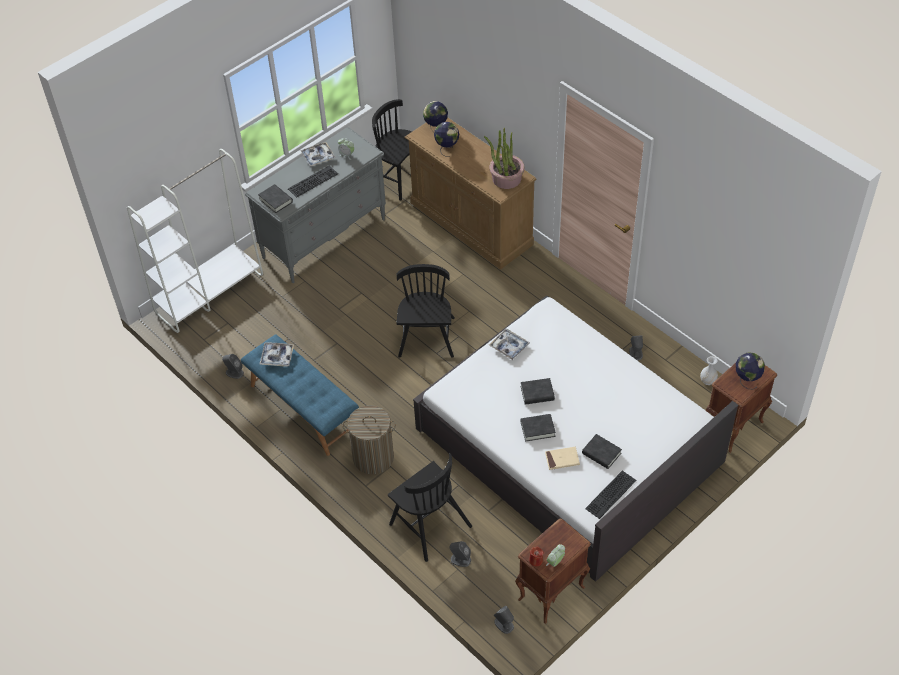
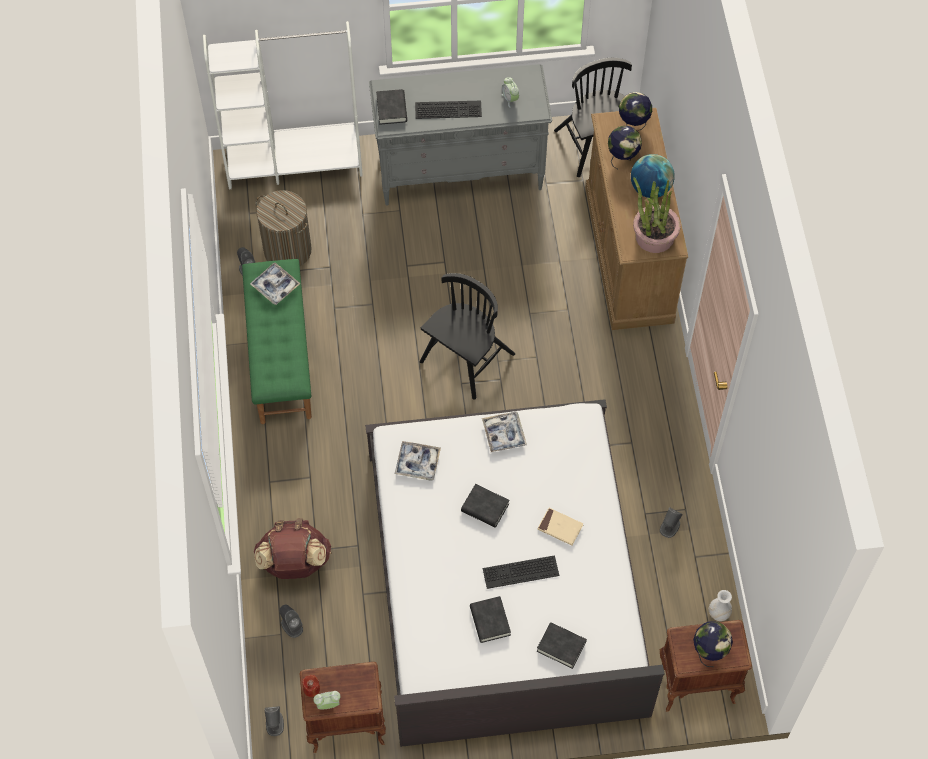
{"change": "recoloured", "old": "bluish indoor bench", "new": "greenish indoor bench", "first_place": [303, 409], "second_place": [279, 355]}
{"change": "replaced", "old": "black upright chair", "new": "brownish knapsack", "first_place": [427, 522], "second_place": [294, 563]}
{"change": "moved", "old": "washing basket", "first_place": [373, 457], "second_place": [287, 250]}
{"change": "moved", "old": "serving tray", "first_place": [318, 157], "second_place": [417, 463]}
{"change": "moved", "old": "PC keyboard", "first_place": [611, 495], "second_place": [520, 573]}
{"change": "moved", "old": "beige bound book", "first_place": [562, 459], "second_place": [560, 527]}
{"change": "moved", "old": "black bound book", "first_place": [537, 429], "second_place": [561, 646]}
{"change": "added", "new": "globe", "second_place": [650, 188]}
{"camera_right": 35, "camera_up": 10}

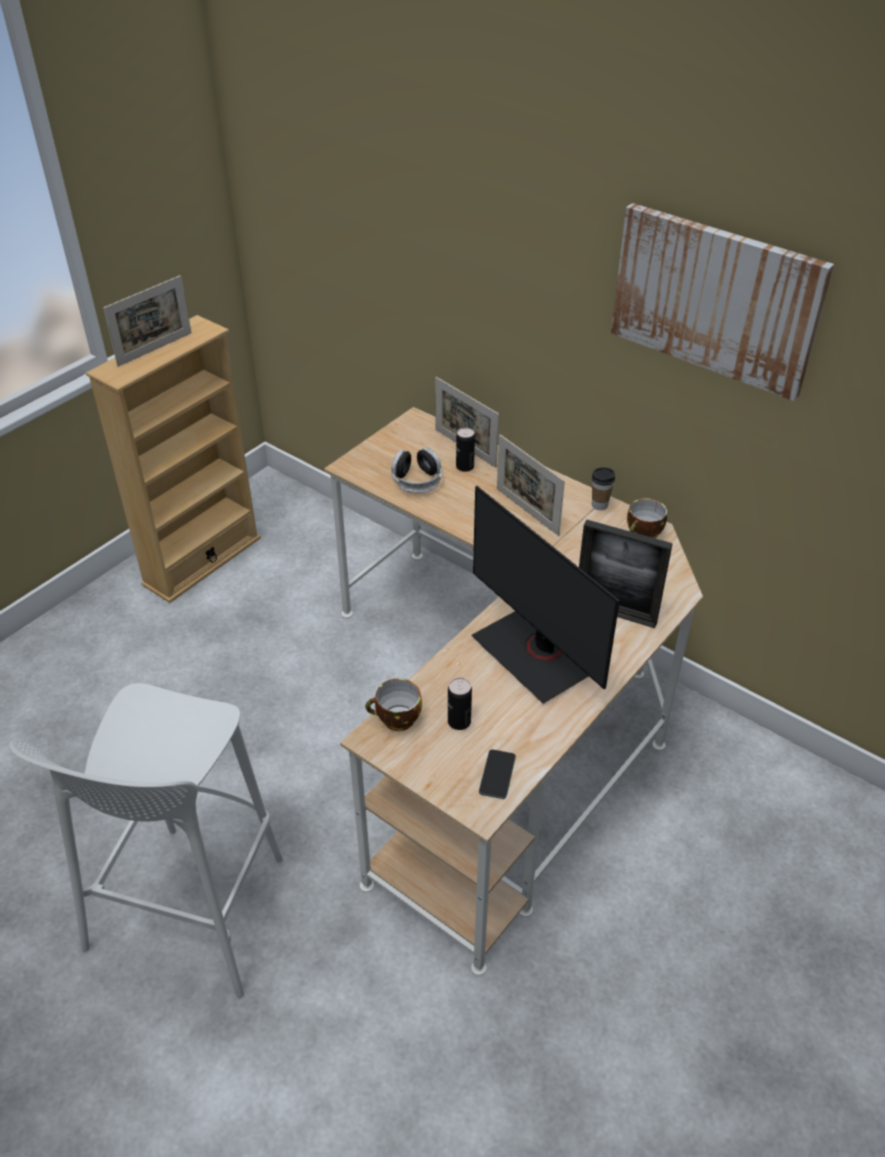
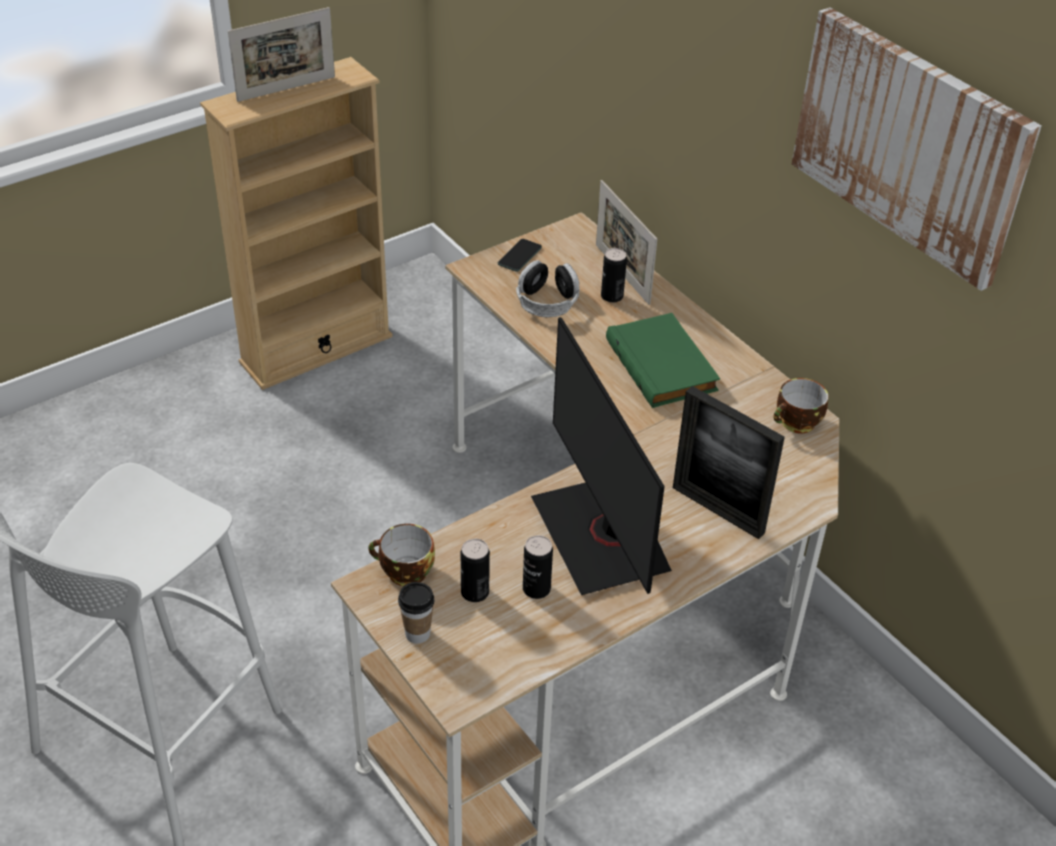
{"change": "moved", "old": "cup", "first_place": [599, 505], "second_place": [417, 633]}
{"change": "moved", "old": "handset", "first_place": [497, 774], "second_place": [519, 256]}
{"change": "added", "new": "metal can", "second_place": [536, 589]}
{"change": "replaced", "old": "photo frame", "new": "greenish bound book", "first_place": [527, 511], "second_place": [664, 365]}
{"camera_right": 15, "camera_up": 0}

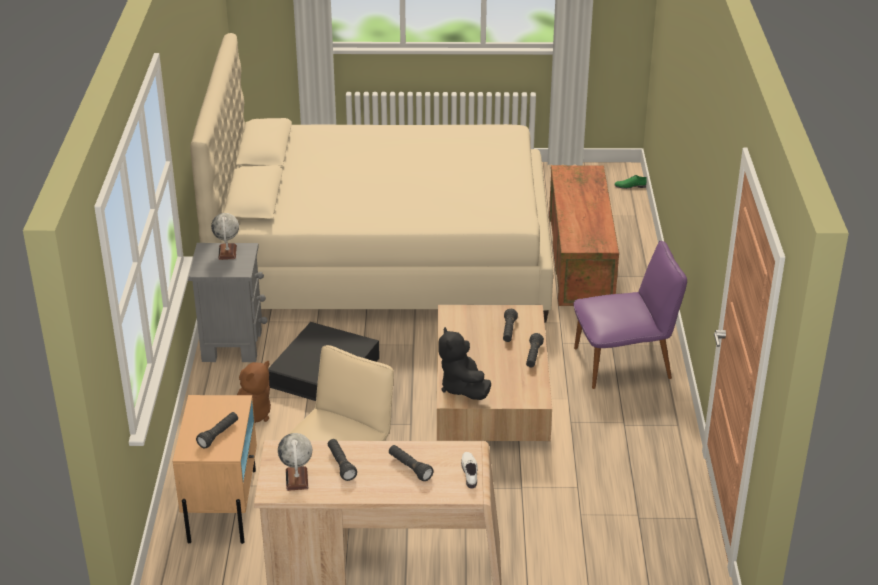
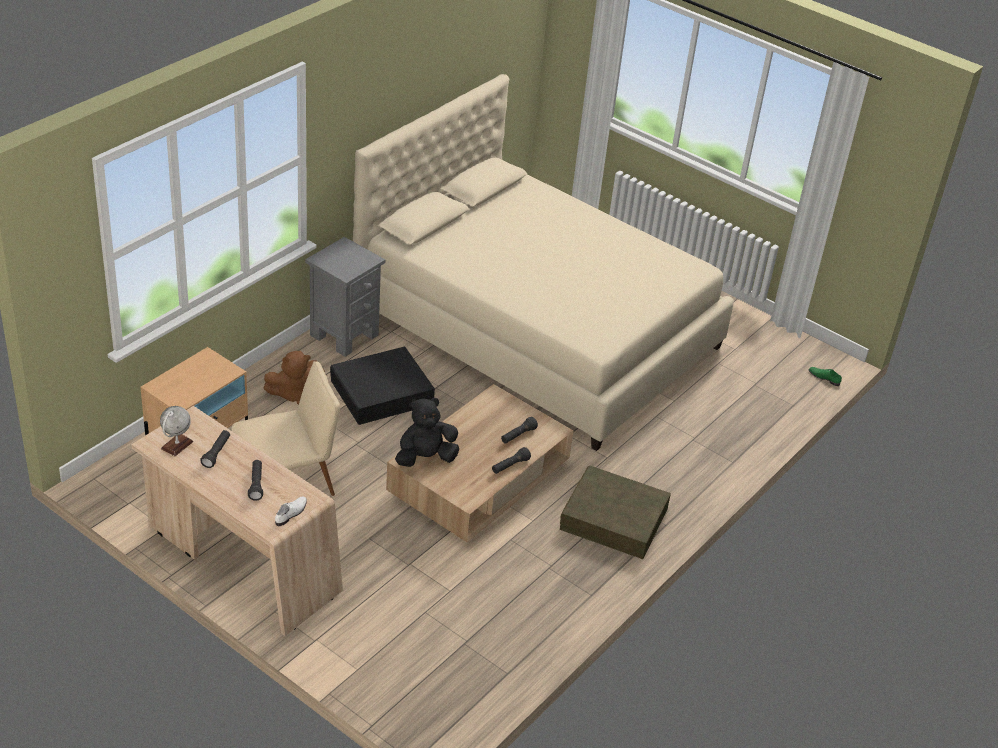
{"change": "turned", "old": "black plush toy", "first_place": [462, 388], "second_place": [425, 458], "degrees": 45}
{"change": "replaced", "old": "purplish upright chair", "new": "brownish storage container", "first_place": [622, 363], "second_place": [614, 519]}
{"change": "removed", "old": "black torch", "first_place": [218, 435]}
{"change": "removed", "old": "globe", "first_place": [227, 252]}
{"change": "removed", "old": "brownish indoor bench", "first_place": [578, 258]}
{"camera_right": 35, "camera_up": 5}

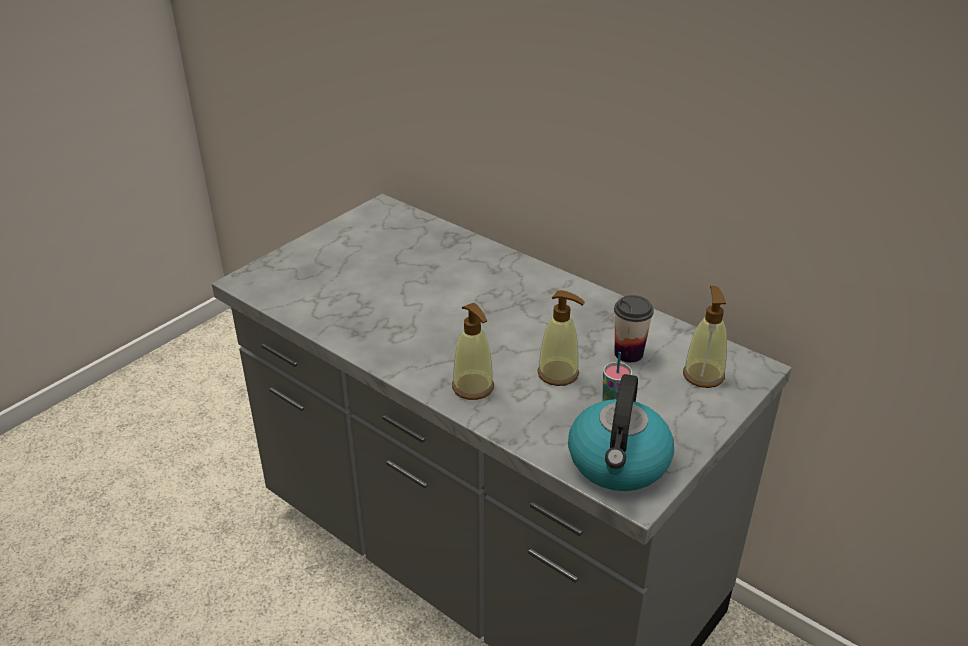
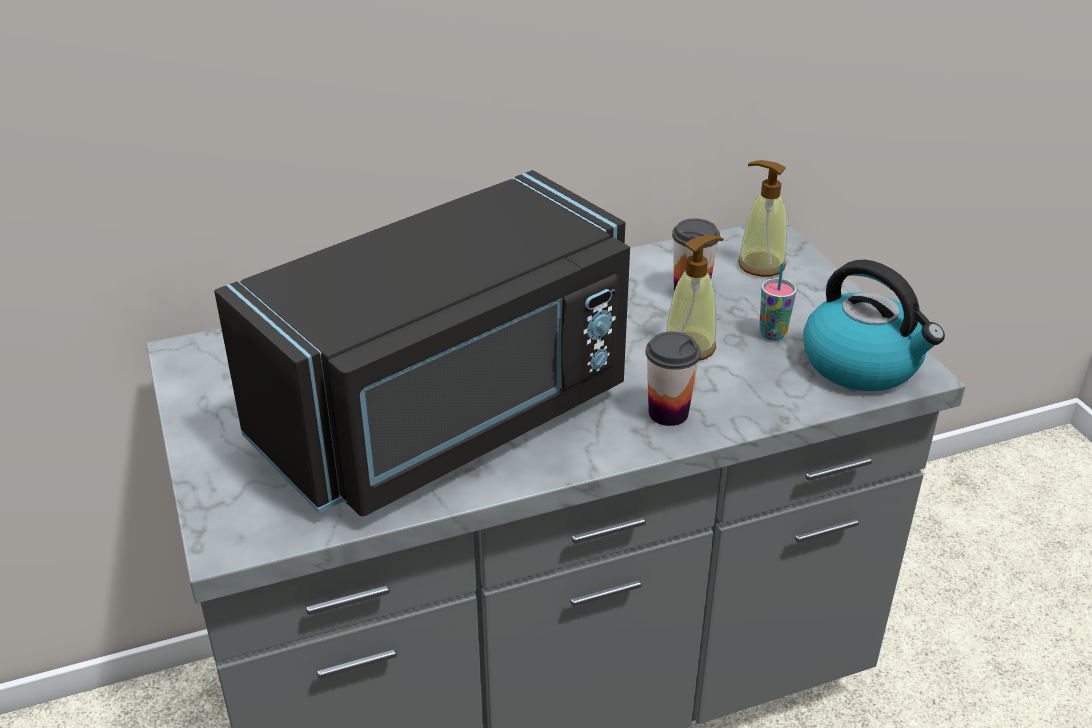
{"change": "added", "new": "black microwave", "second_place": [450, 417]}
{"change": "replaced", "old": "soap bottle", "new": "cup", "first_place": [473, 387], "second_place": [668, 413]}
{"camera_right": -60, "camera_up": 0}

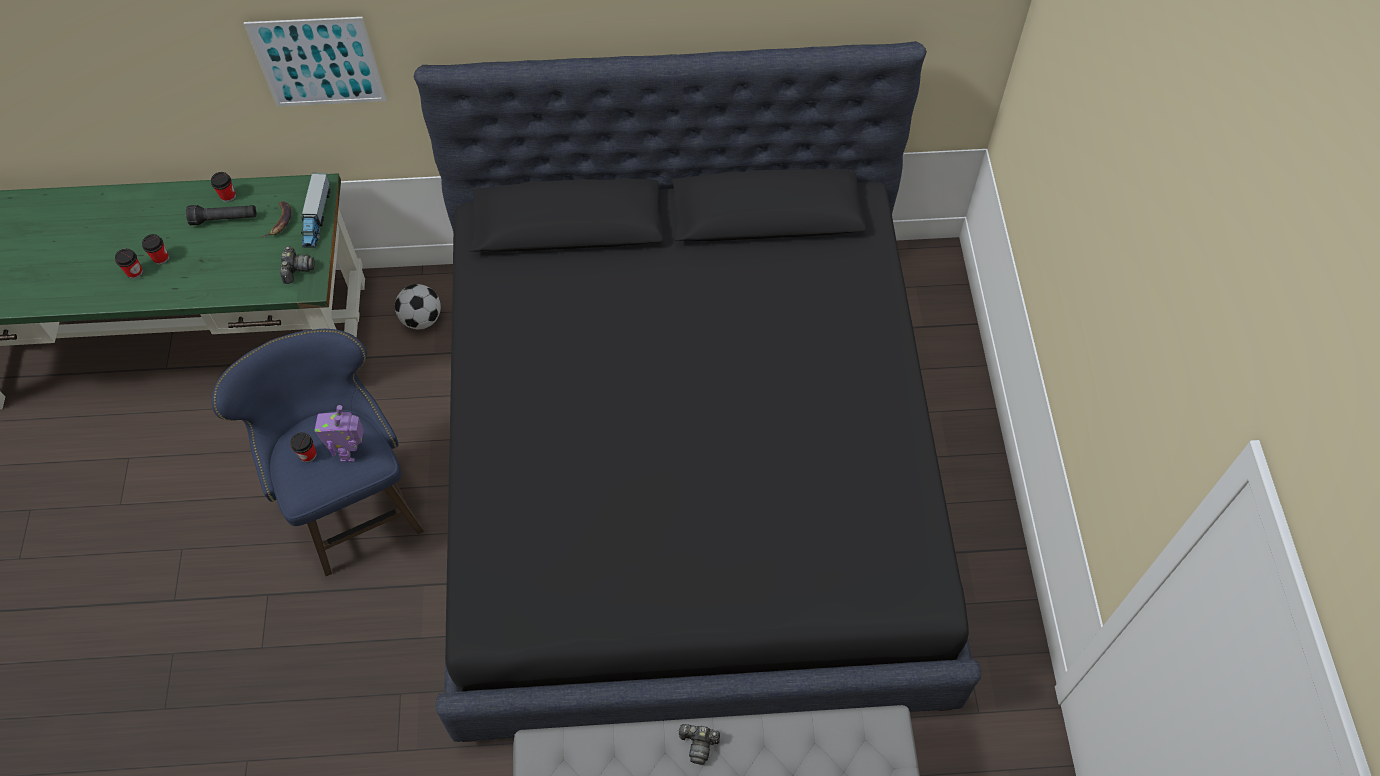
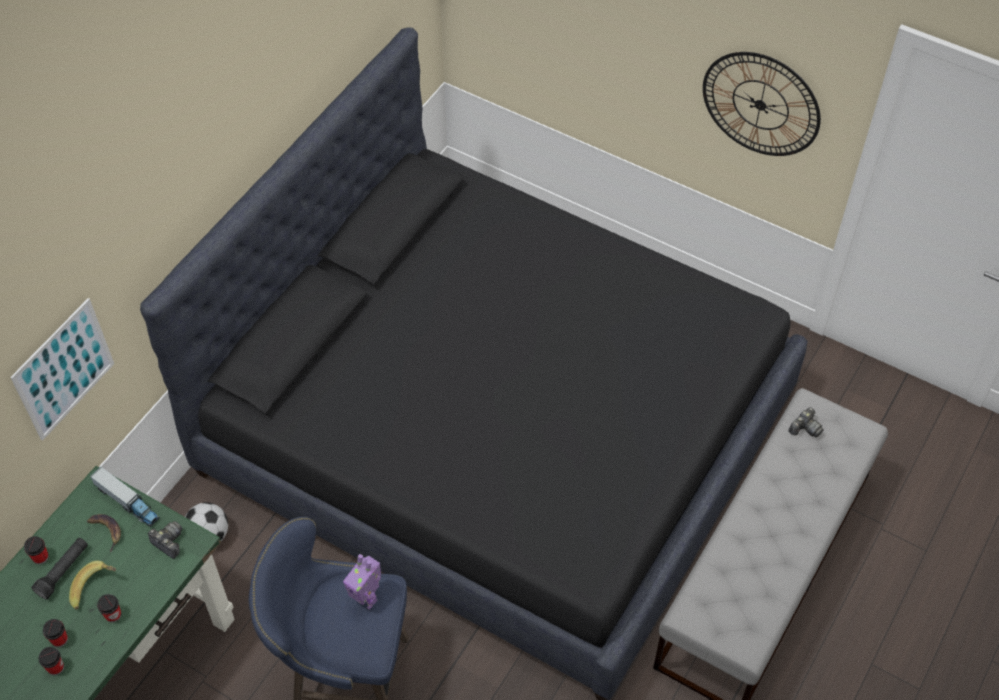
{"change": "added", "new": "banana", "second_place": [96, 589]}
{"change": "moved", "old": "cup", "first_place": [308, 455], "second_place": [113, 615]}
{"change": "added", "new": "clock on the wall", "second_place": [760, 104]}
{"change": "moved", "old": "still camera", "first_place": [698, 744], "second_place": [805, 428]}
{"camera_right": -55, "camera_up": -5}

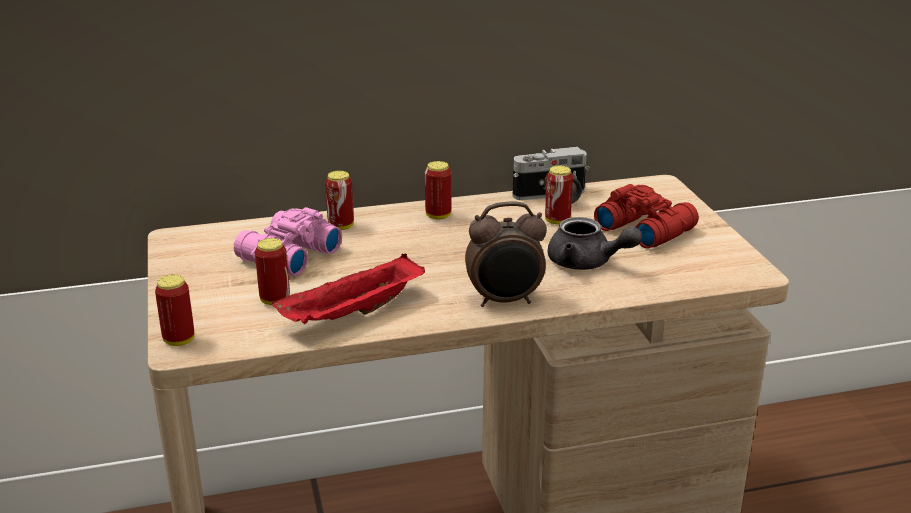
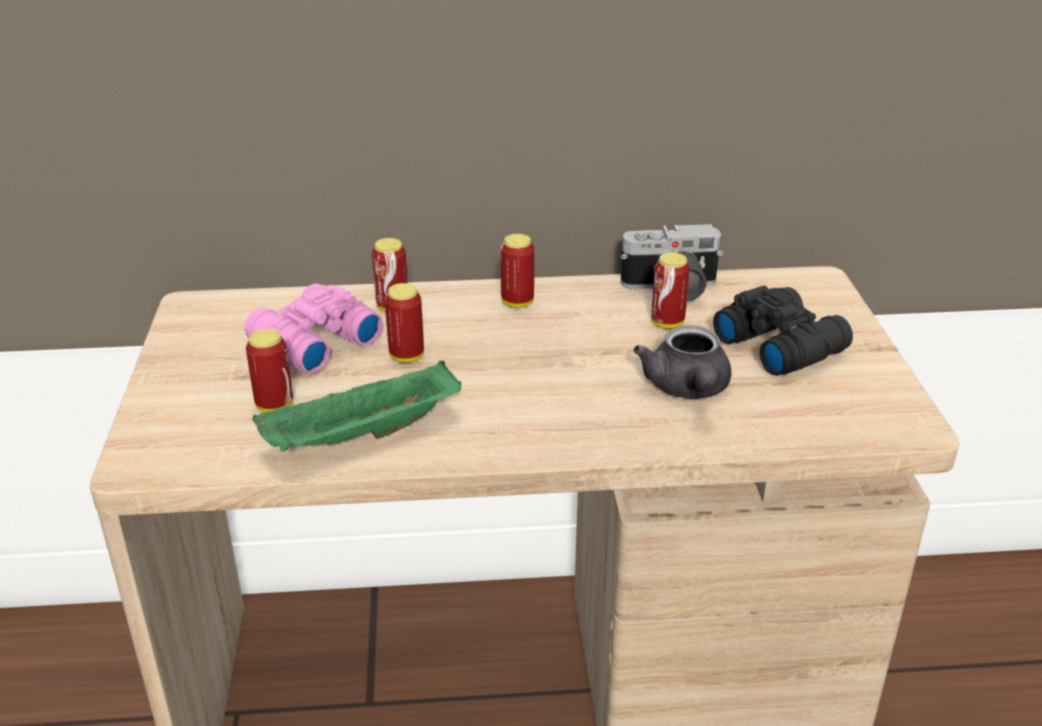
{"change": "recoloured", "old": "red-coloured serving tray", "new": "greenish serving tray", "first_place": [352, 314], "second_place": [362, 437]}
{"change": "moved", "old": "metal can", "first_place": [179, 340], "second_place": [406, 356]}
{"change": "turned", "old": "grey pot for tea", "first_place": [587, 263], "second_place": [688, 390], "degrees": 45}
{"change": "recoloured", "old": "red-coloured pair of binoculars", "new": "black pair of binoculars", "first_place": [644, 228], "second_place": [779, 344]}
{"change": "removed", "old": "bedside clock", "first_place": [505, 301]}
{"camera_right": 10, "camera_up": 5}

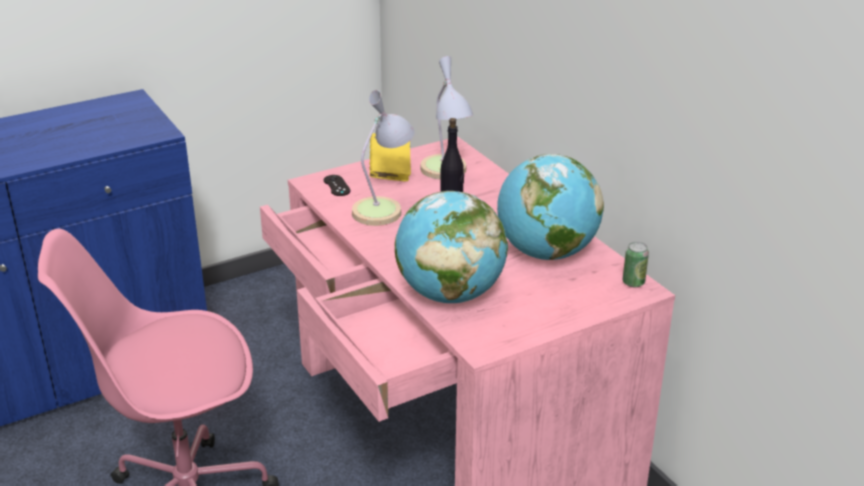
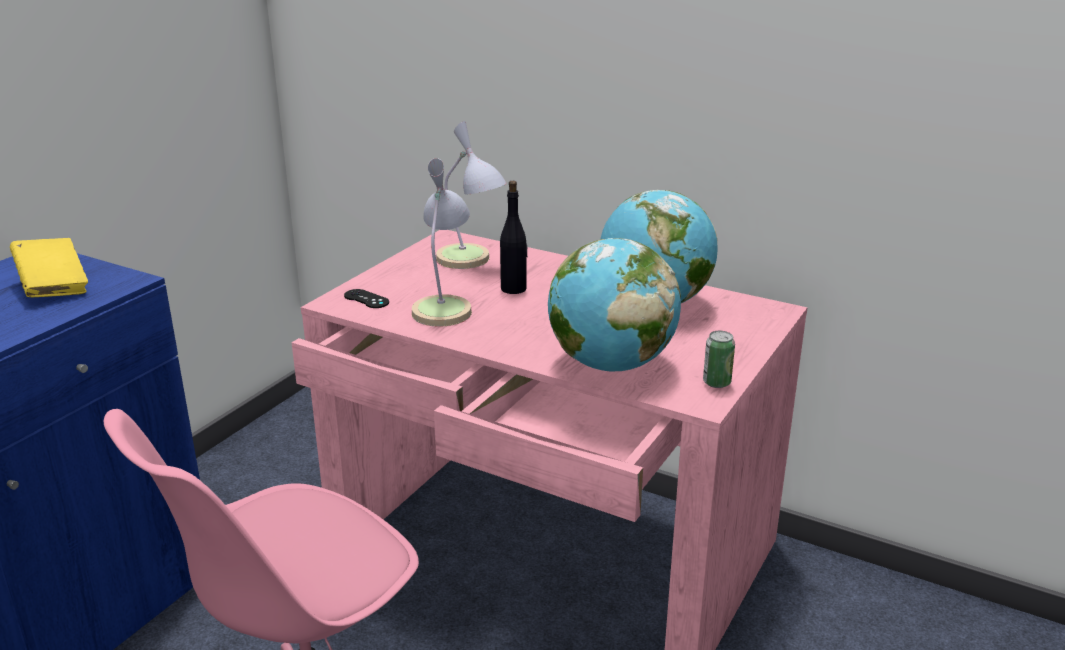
{"change": "moved", "old": "yellow bound book", "first_place": [390, 170], "second_place": [54, 287]}
{"change": "moved", "old": "metal can", "first_place": [633, 282], "second_place": [716, 382]}
{"camera_right": -30, "camera_up": -5}

